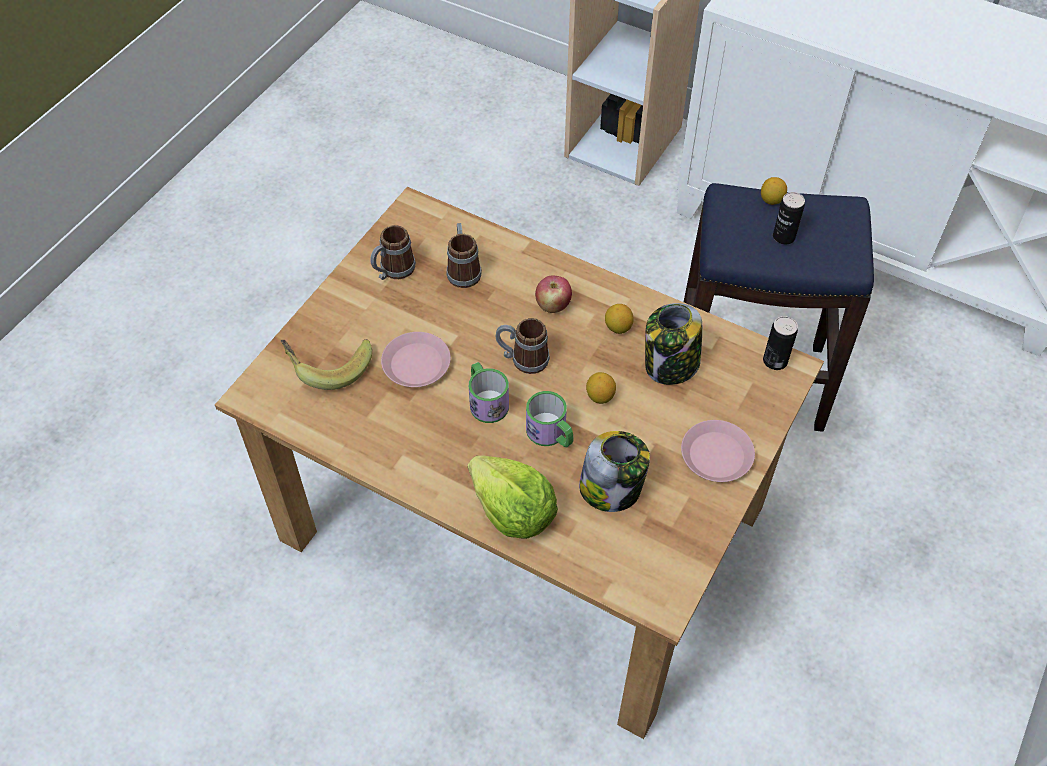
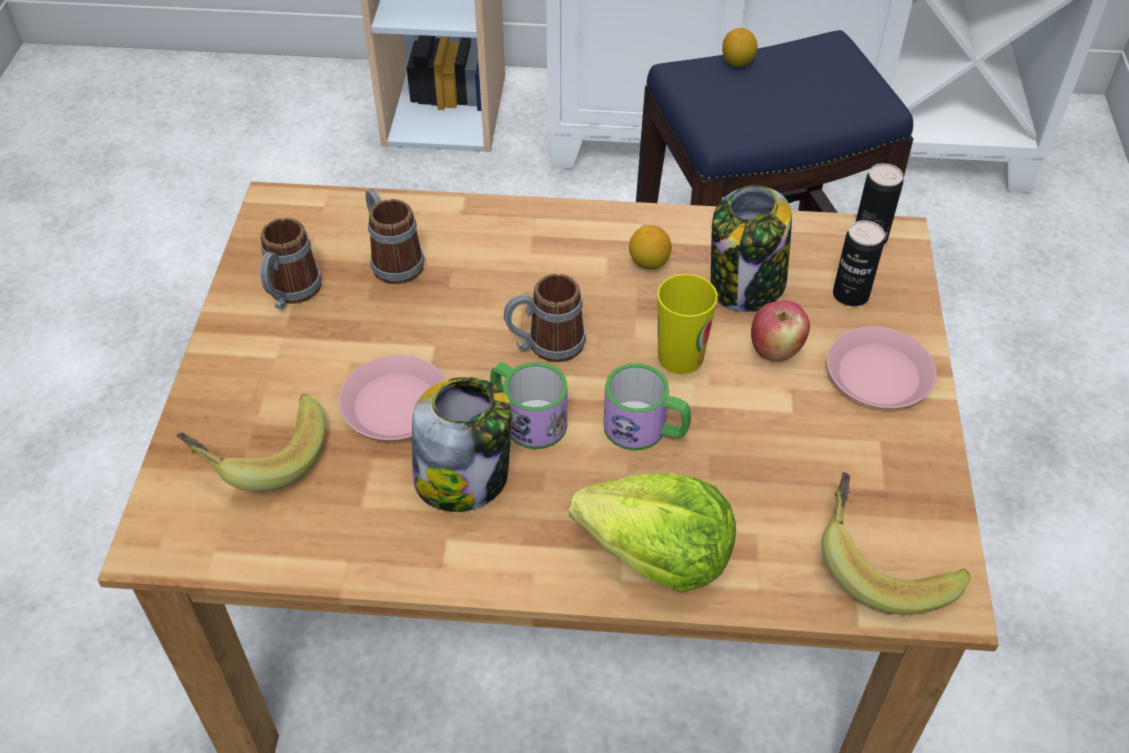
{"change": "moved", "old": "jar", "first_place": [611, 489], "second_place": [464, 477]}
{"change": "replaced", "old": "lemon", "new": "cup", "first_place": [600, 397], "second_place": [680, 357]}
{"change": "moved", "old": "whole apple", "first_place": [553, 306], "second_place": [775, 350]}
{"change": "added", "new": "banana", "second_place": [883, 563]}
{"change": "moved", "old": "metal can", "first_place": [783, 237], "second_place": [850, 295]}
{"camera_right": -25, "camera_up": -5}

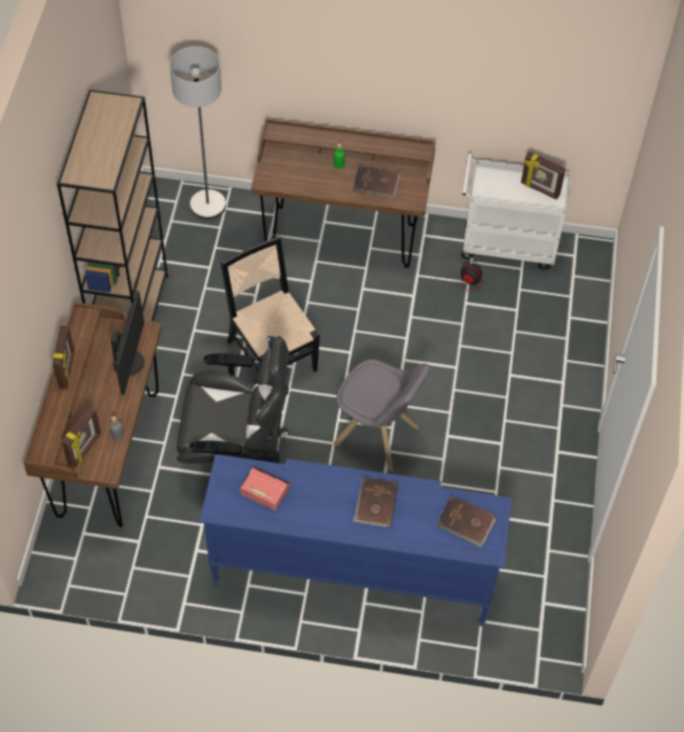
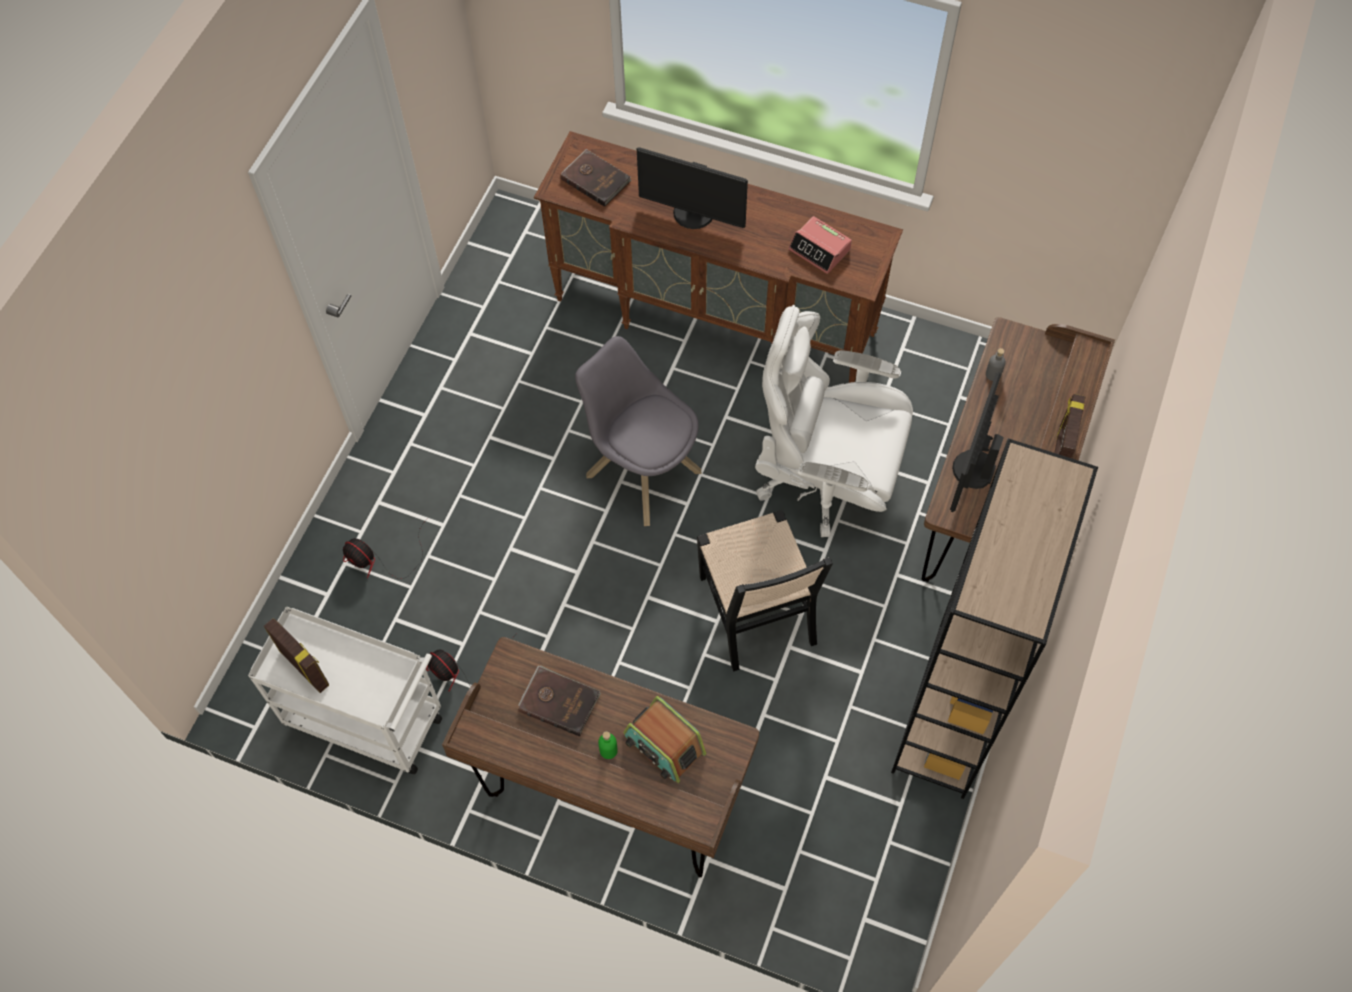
{"change": "added", "new": "fan", "second_place": [380, 560]}
{"change": "recoloured", "old": "bluish cupboard", "new": "brownish cupboard", "first_place": [352, 574], "second_place": [714, 319]}
{"change": "added", "new": "radio", "second_place": [664, 745]}
{"change": "replaced", "old": "brownish bound book", "new": "computer screen", "first_place": [375, 503], "second_place": [693, 214]}
{"change": "recoloured", "old": "black computer chair", "new": "white-coloured computer chair", "first_place": [235, 455], "second_place": [829, 480]}
{"change": "removed", "old": "photo frame", "first_place": [85, 449]}
{"change": "removed", "old": "grey floor lamp", "first_place": [208, 214]}
{"camera_right": -165, "camera_up": 5}

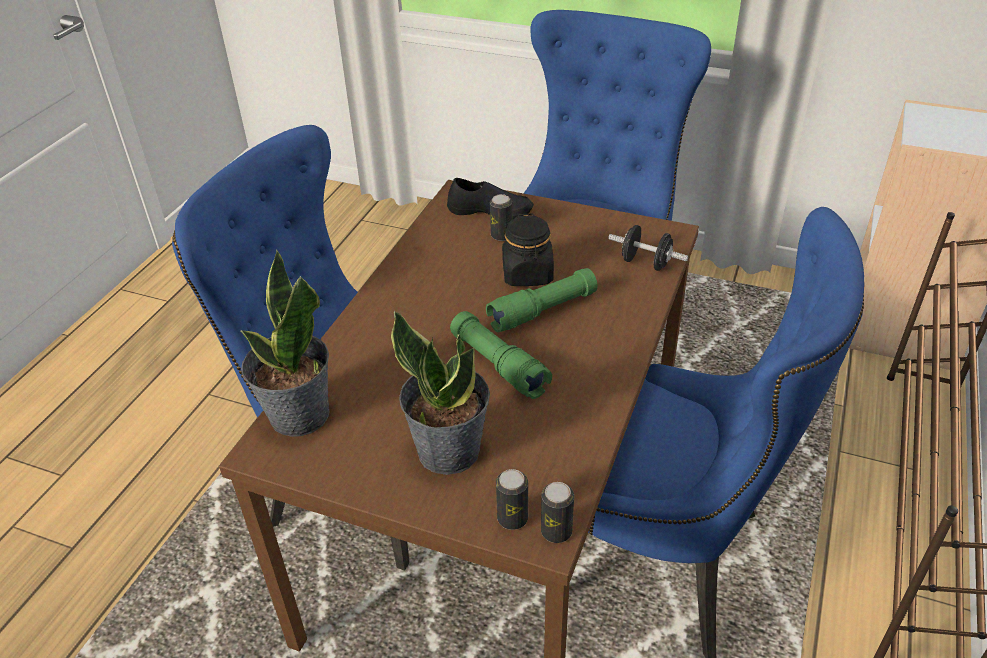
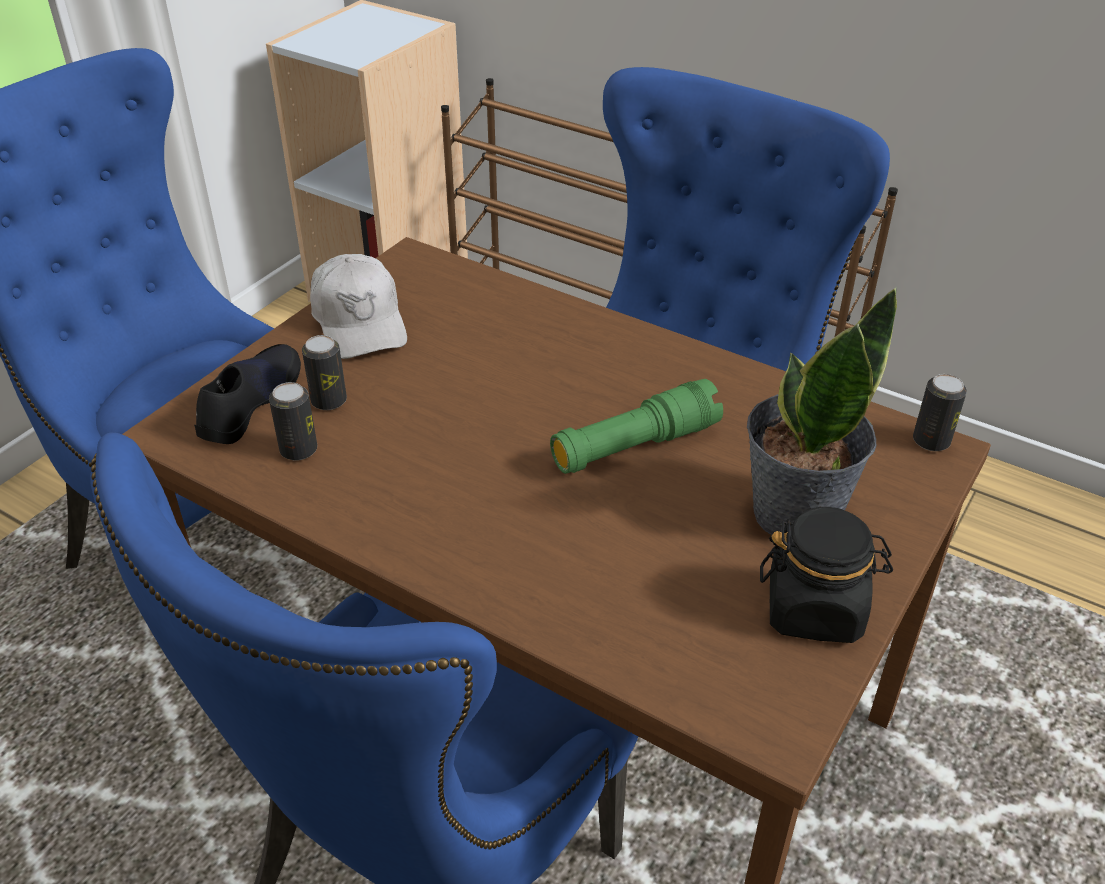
{"change": "moved", "old": "metal can", "first_place": [512, 518], "second_place": [298, 450]}
{"change": "added", "new": "white-coloured baseball cap", "second_place": [360, 322]}
{"change": "moved", "old": "black jar", "first_place": [527, 274], "second_place": [815, 609]}
{"change": "removed", "old": "plant in a pot", "first_place": [298, 415]}
{"change": "removed", "old": "greenish torch", "first_place": [543, 311]}
{"change": "removed", "old": "black dumbbell", "first_place": [645, 263]}
{"camera_right": -80, "camera_up": 0}

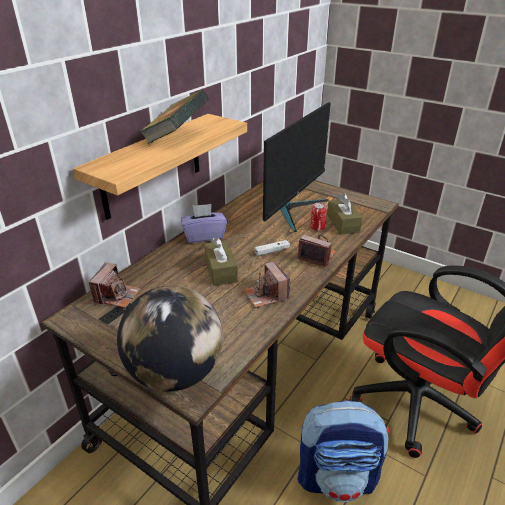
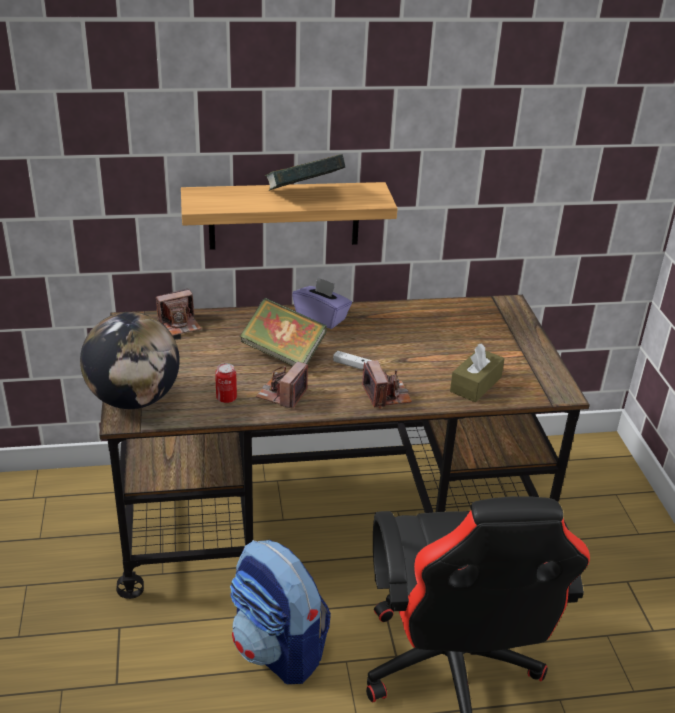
{"change": "moved", "old": "metal can", "first_place": [317, 228], "second_place": [226, 398]}
{"change": "replaced", "old": "brownish box of tissues", "new": "bound book", "first_place": [221, 270], "second_place": [283, 354]}
{"change": "removed", "old": "computer screen", "first_place": [292, 209]}
{"camera_right": 45, "camera_up": 0}

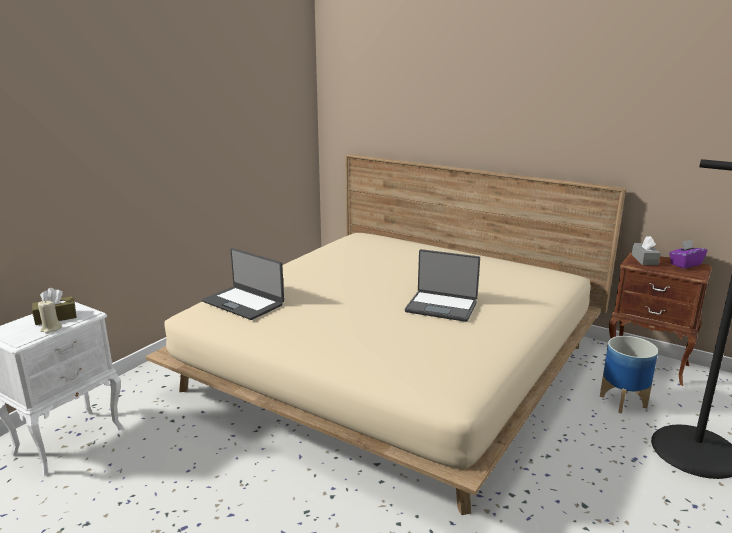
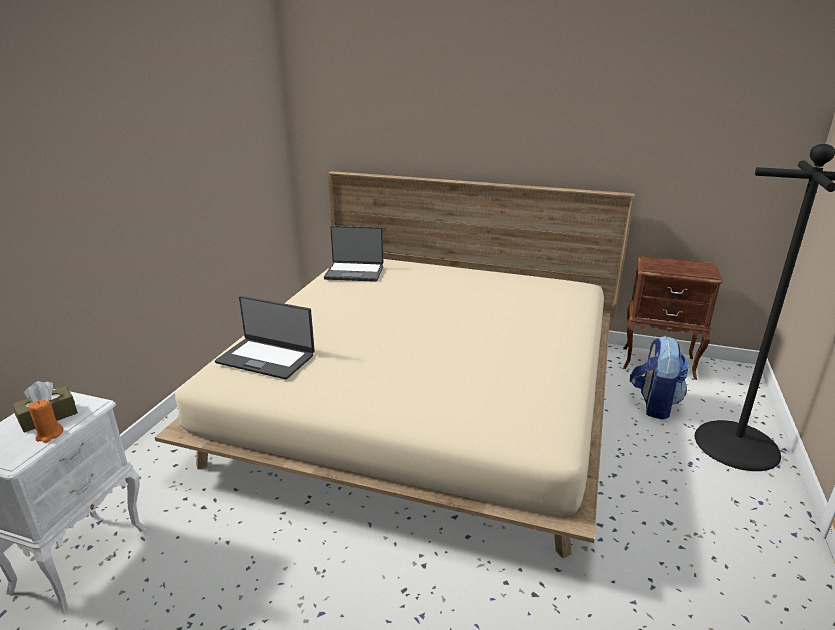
{"change": "recoloured", "old": "beige candle", "new": "orange-coloured candle", "first_place": [51, 329], "second_place": [49, 435]}
{"change": "moved", "old": "notebook computer", "first_place": [441, 307], "second_place": [354, 272]}
{"change": "replaced", "old": "plant pot", "new": "knapsack", "first_place": [622, 401], "second_place": [653, 404]}
{"change": "removed", "old": "grey box of tissues", "first_place": [644, 260]}
{"change": "removed", "old": "purplish box of tissues", "first_place": [685, 264]}
{"camera_right": -15, "camera_up": 5}

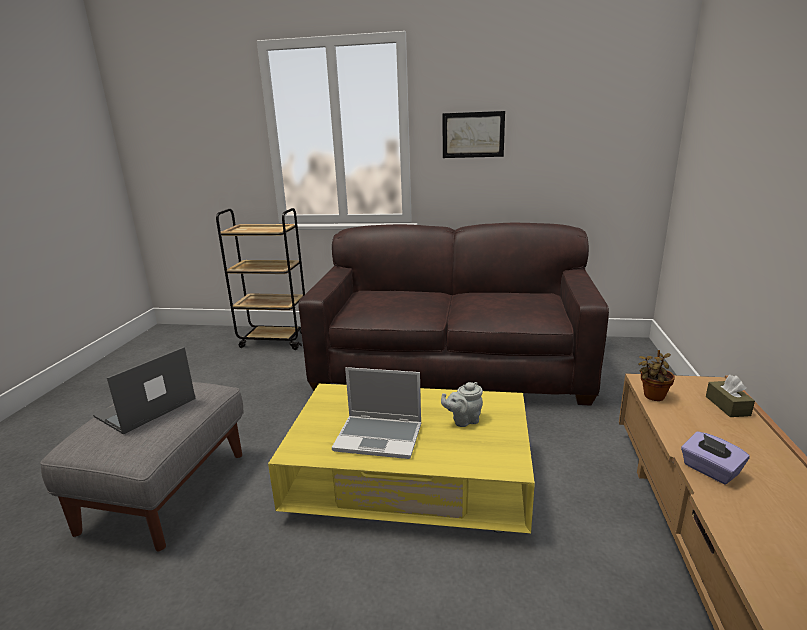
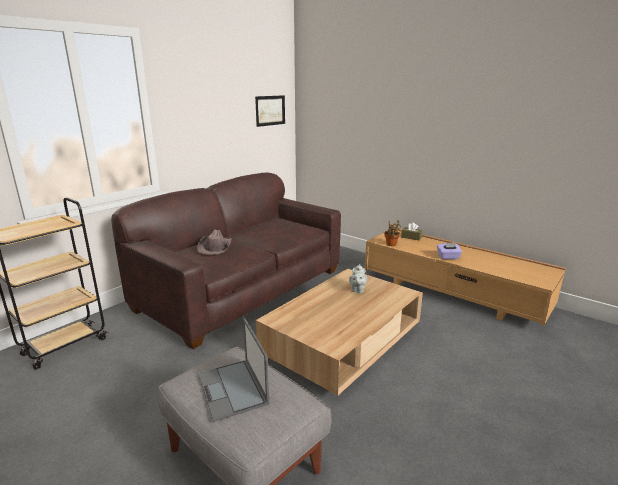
{"change": "added", "new": "brownish wearable hat", "second_place": [215, 247]}
{"change": "moved", "old": "picture", "first_place": [473, 135], "second_place": [270, 110]}
{"change": "recoloured", "old": "yellow lounge table", "new": "brownish lounge table", "first_place": [410, 481], "second_place": [343, 343]}
{"change": "removed", "old": "notebook computer", "first_place": [380, 437]}
{"camera_right": -60, "camera_up": 0}

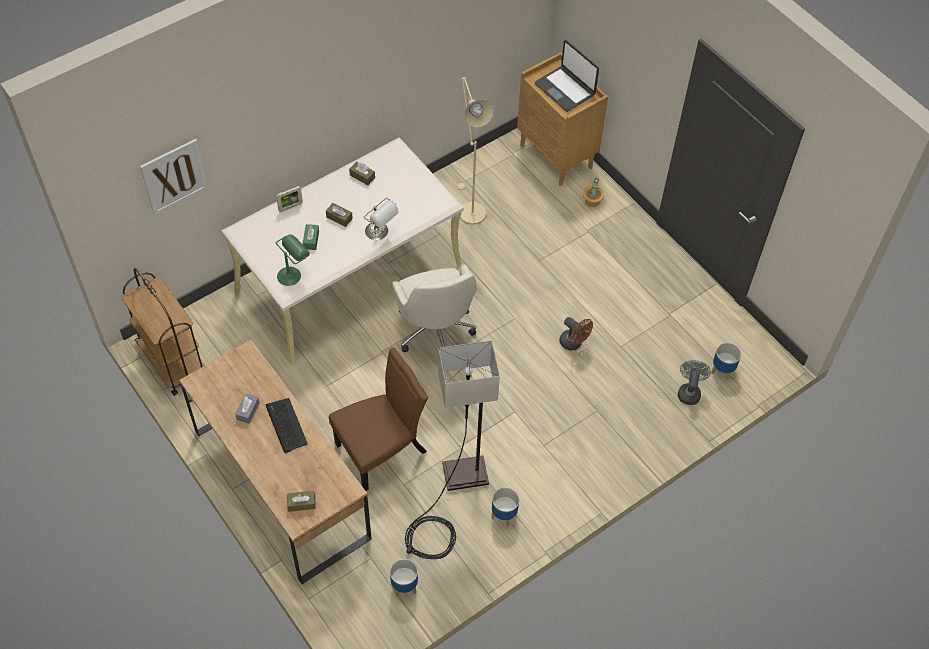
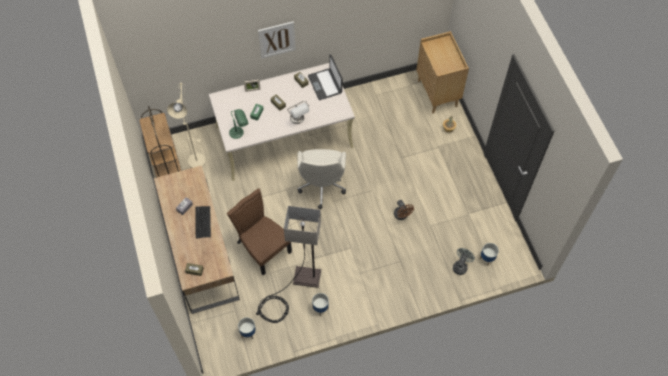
{"change": "moved", "old": "beige floor lamp", "first_place": [469, 209], "second_place": [196, 157]}
{"change": "turned", "old": "brownish upright chair", "first_place": [380, 451], "second_place": [263, 249], "degrees": -120}
{"change": "moved", "old": "picture", "first_place": [174, 176], "second_place": [277, 39]}
{"change": "moved", "old": "notebook computer", "first_place": [565, 89], "second_place": [325, 84]}
{"camera_right": 20, "camera_up": 5}

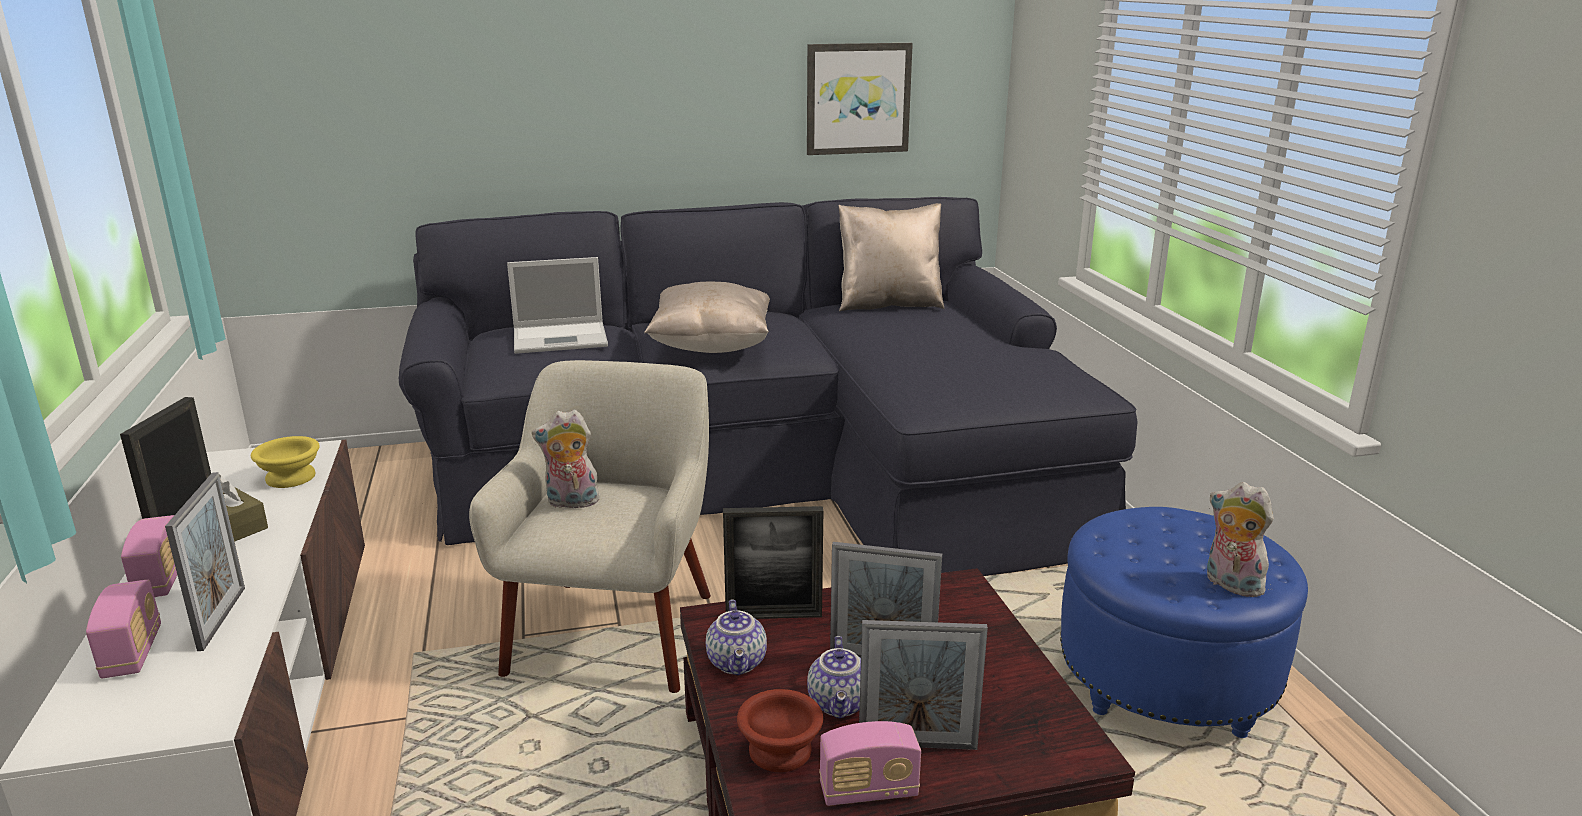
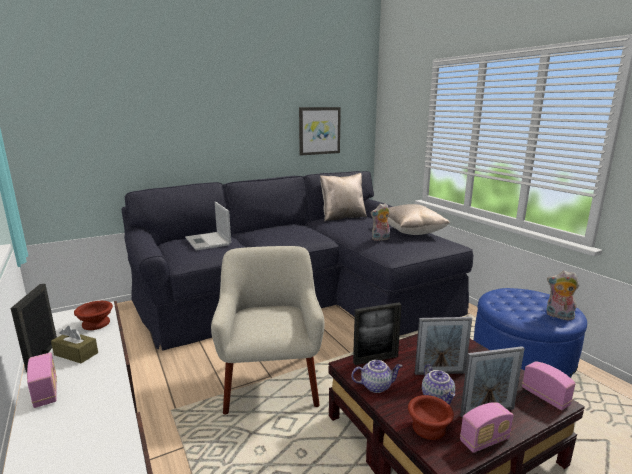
{"change": "recoloured", "old": "yellow serving bowl", "new": "brownish serving bowl", "first_place": [293, 478], "second_place": [97, 323]}
{"change": "turned", "old": "notebook computer", "first_place": [562, 338], "second_place": [208, 241], "degrees": 90}
{"change": "turned", "old": "pot for tea", "first_place": [738, 663], "second_place": [376, 386], "degrees": -75}
{"change": "moved", "old": "plush toy", "first_place": [571, 503], "second_place": [380, 239]}
{"change": "moved", "old": "beige throw pillow", "first_place": [712, 347], "second_place": [411, 233]}
{"change": "moved", "old": "radio", "first_place": [133, 653], "second_place": [545, 397]}
{"change": "removed", "old": "photo frame", "first_place": [222, 618]}
{"camera_right": -15, "camera_up": -5}

